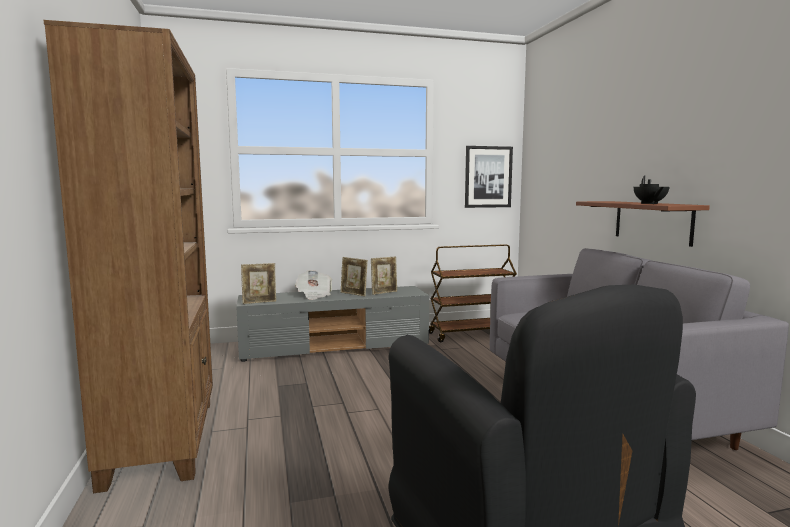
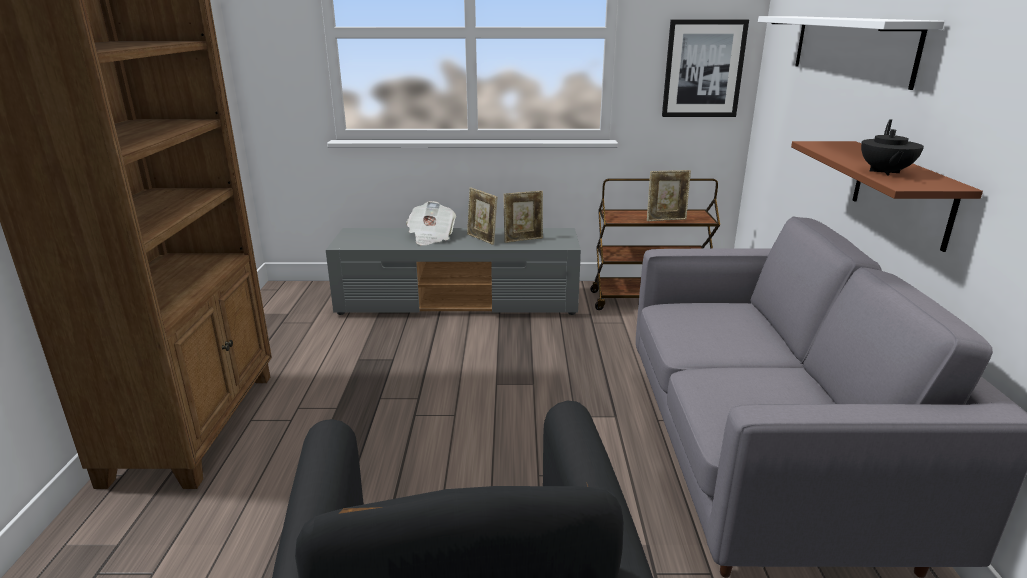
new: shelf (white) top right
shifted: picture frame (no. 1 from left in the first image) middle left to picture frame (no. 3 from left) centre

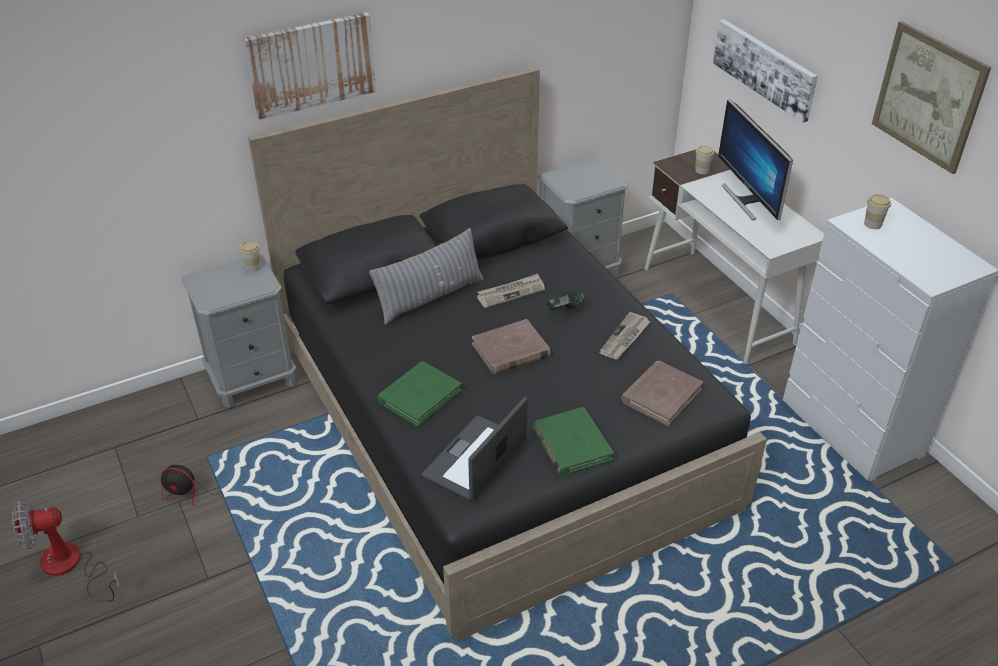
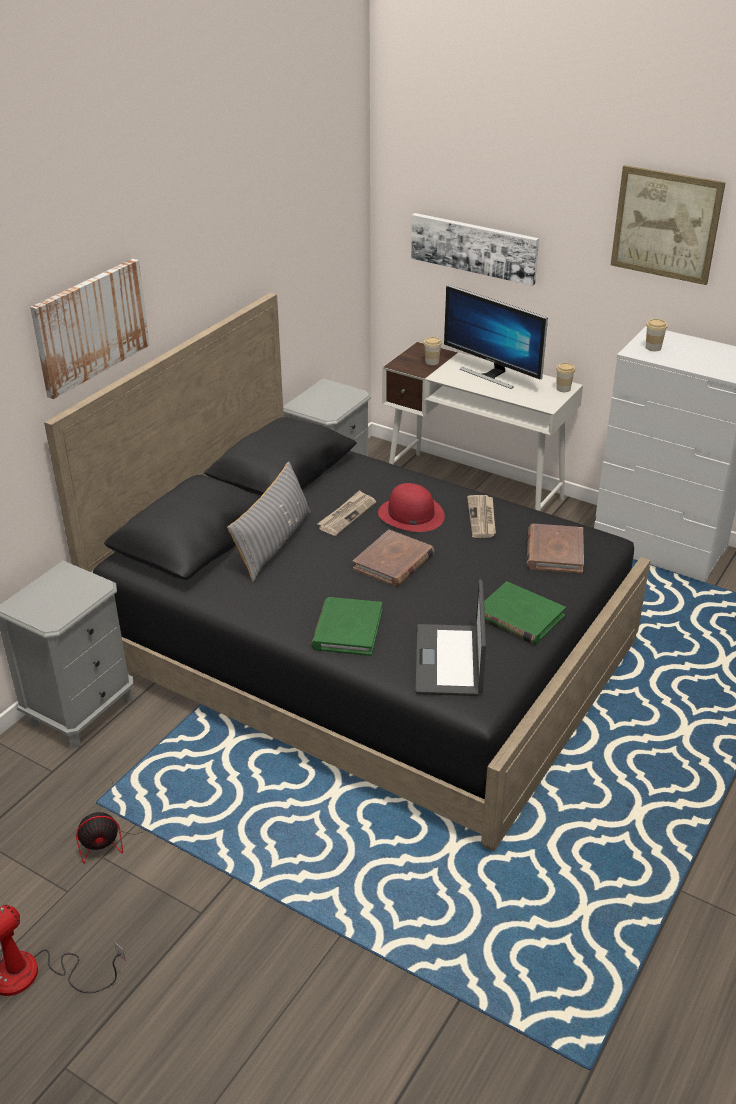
shifted: cup (no. 1 from left in the first image) middle left to cup (no. 2 from left) middle right
swapped: headphones centre to hat (red) centre

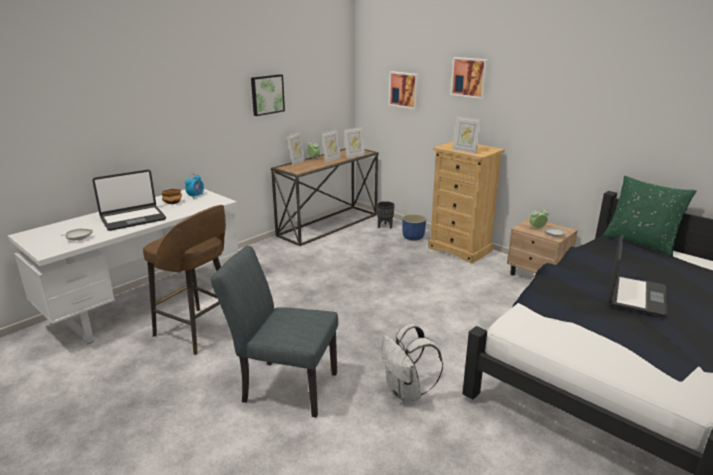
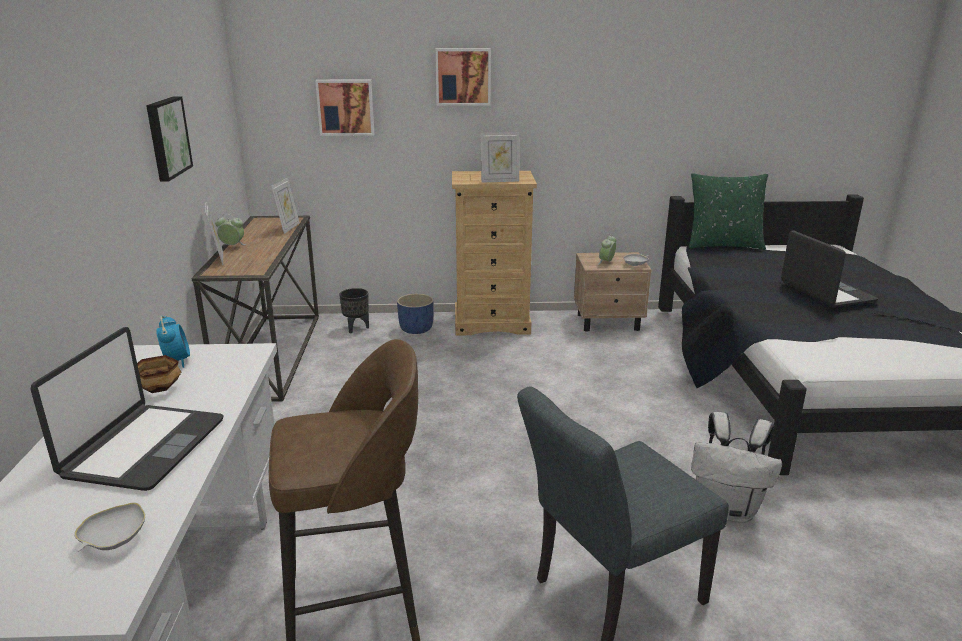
gone: picture frame (no. 2 from left) top centre

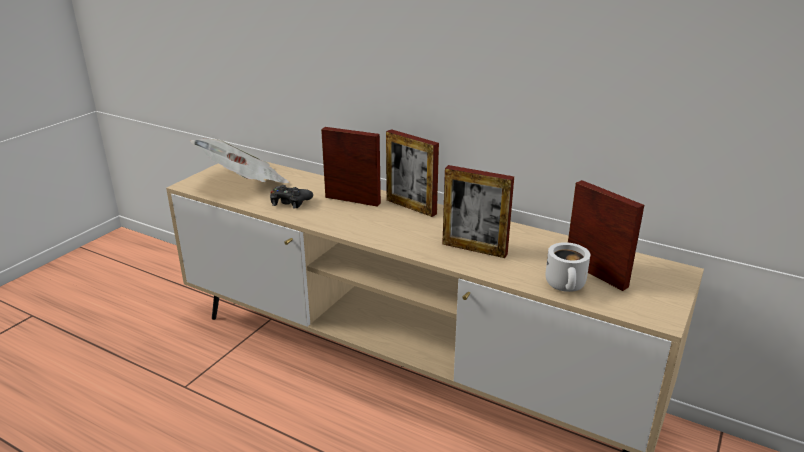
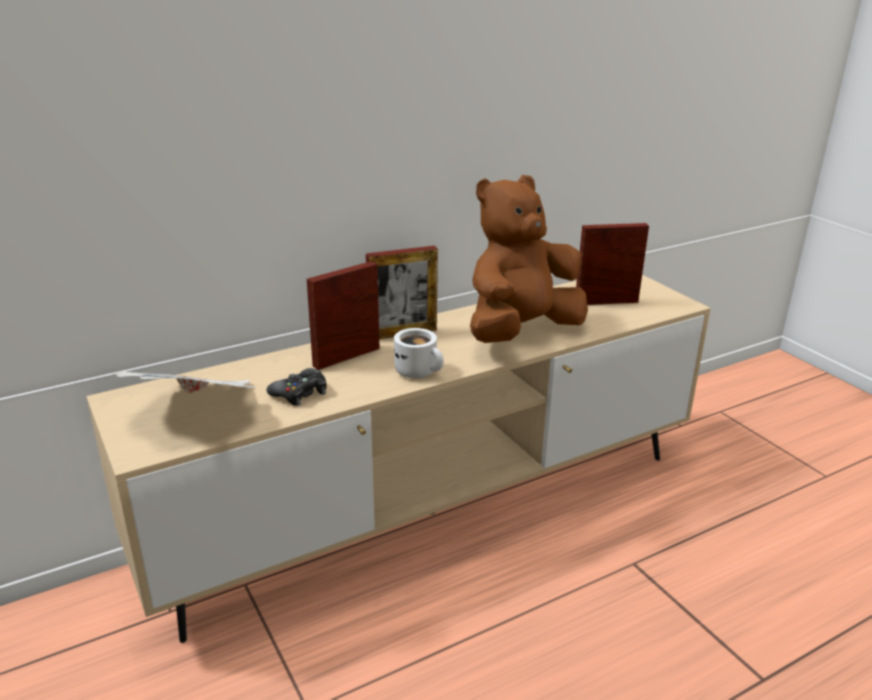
shifted: mug (white) middle right to centre
swapped: picture frame (no. 3 from left) centre to plush toy (brown) centre

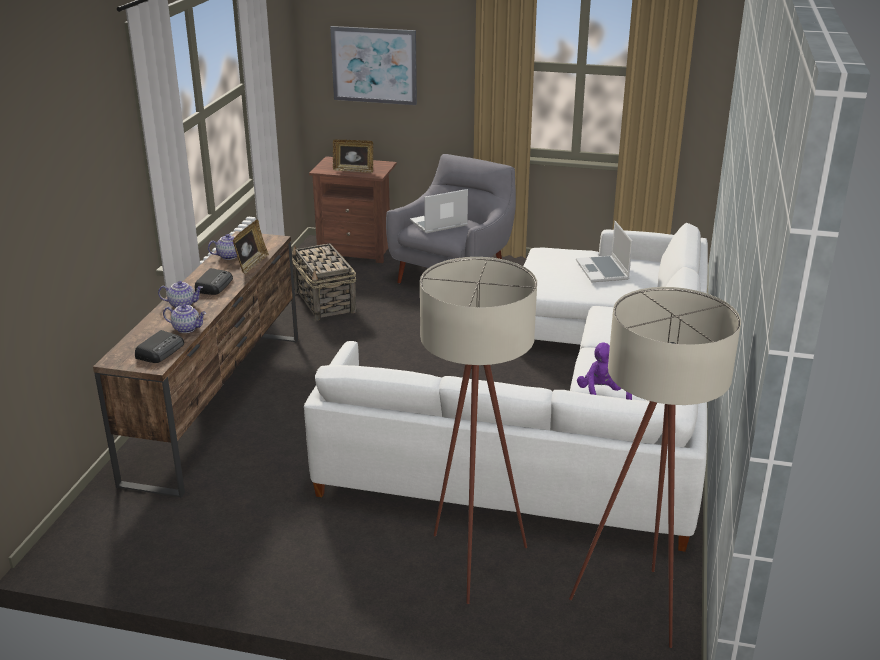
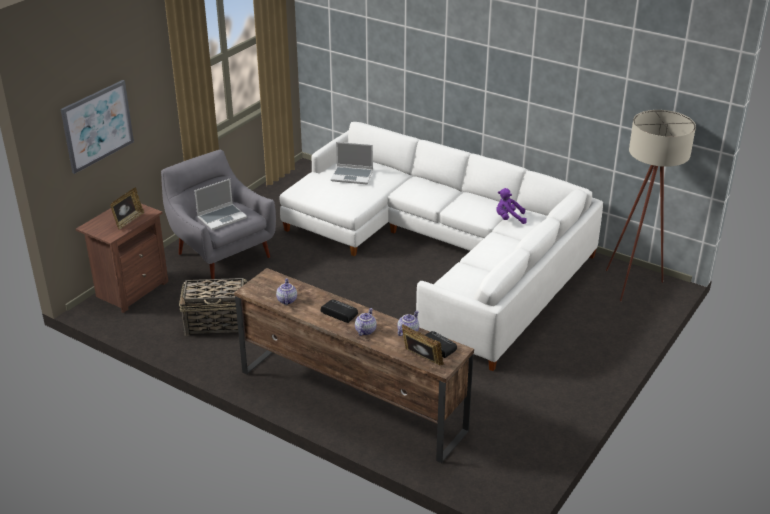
gone: floor lamp (beige) (no. 1 from left) centre
shifted: picture frame (no. 1 from left in the first image) middle left to picture frame (no. 2 from left) bottom centre
rotated: laptop (no. 1 from left) top centre = middle left 120 degrees counterclockwise

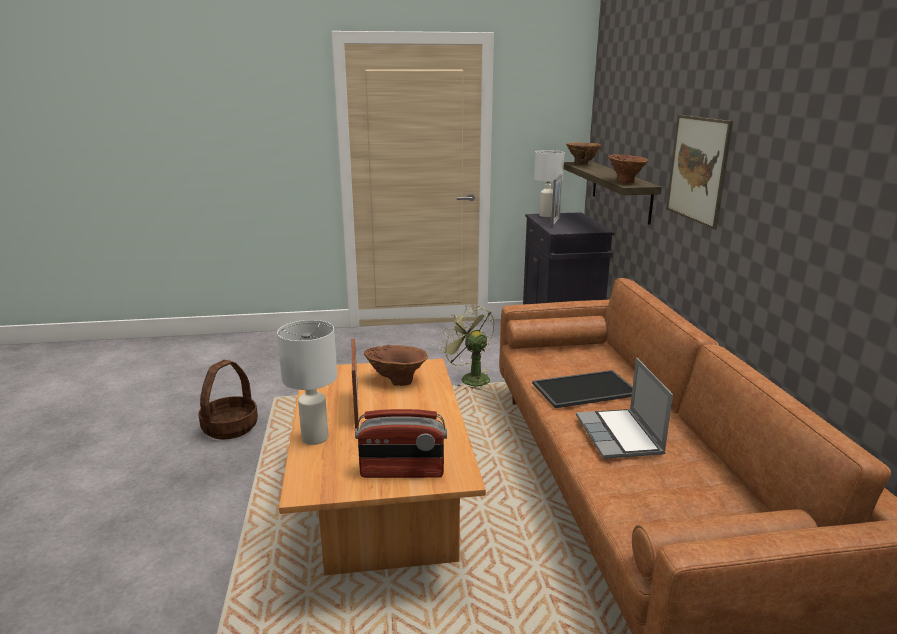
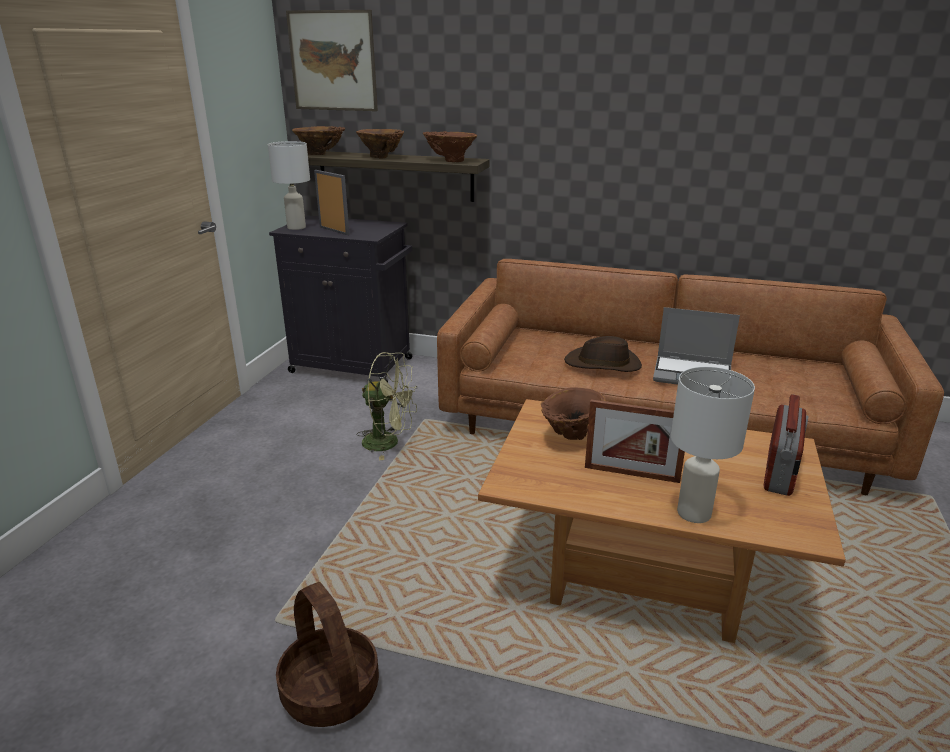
new: vase (brown) (no. 2 from left) top centre
shifted: picture top right to top centre
swapped: tray centre to hat (brown) centre
rotated: fan (green) centre = centre 150 degrees counterclockwise

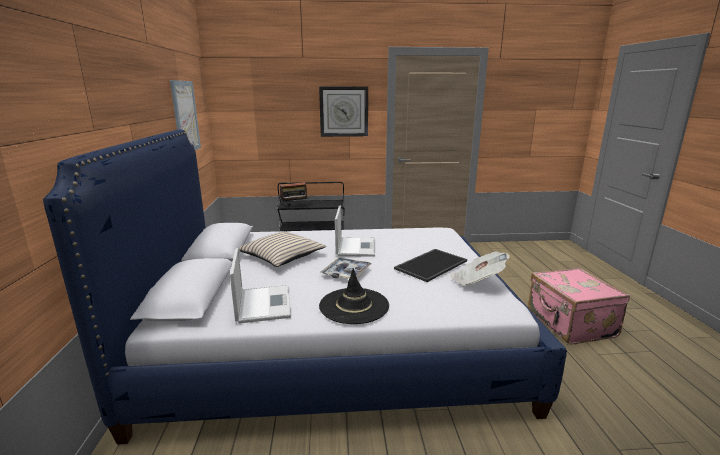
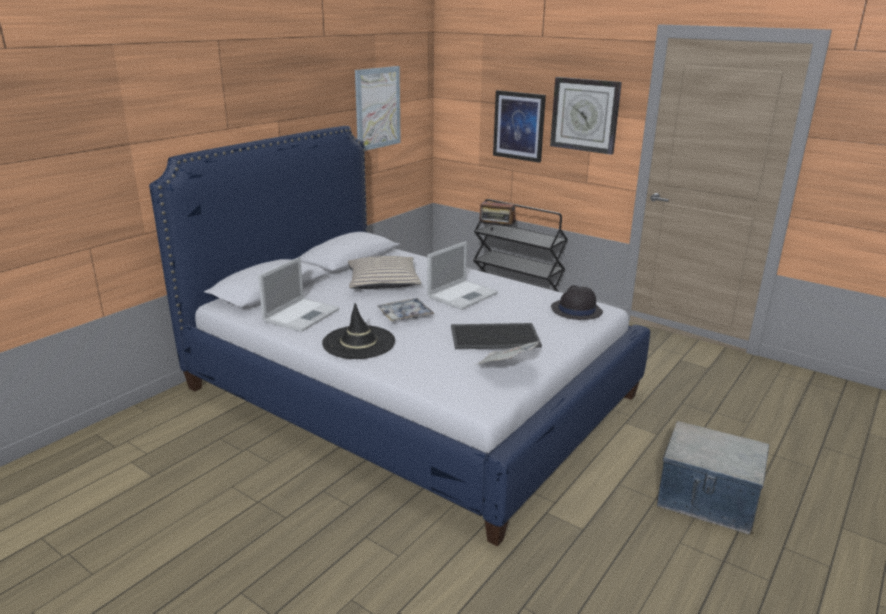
new: picture (no. 2 from left) top centre; hat (black) (no. 2 from left) centre
swapped: suitcase (pink) bottom right to storage box bottom right

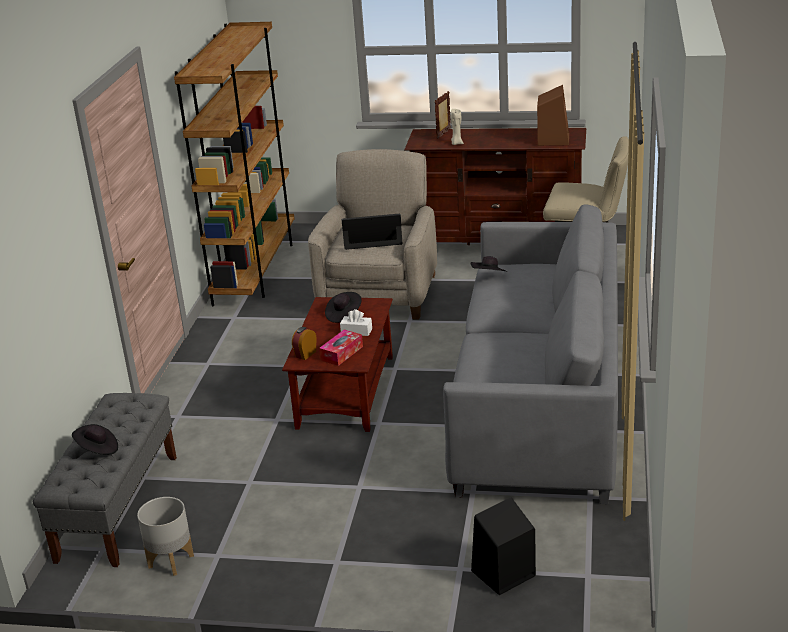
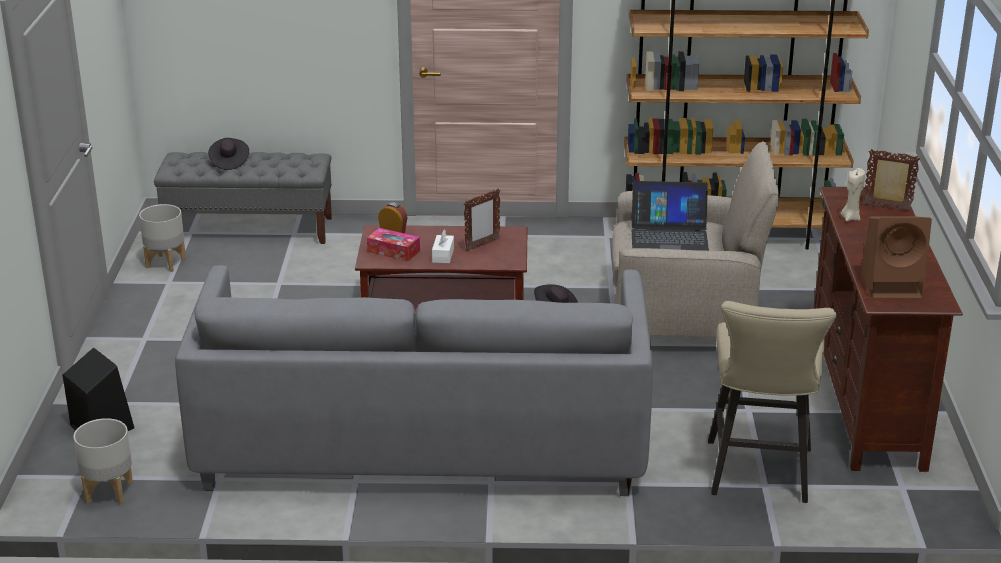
new: planter (grey) (no. 1 from left) bottom left
swapped: hat (black) (no. 2 from left) centre to picture frame (no. 1 from left) centre
rotated: laptop centre = middle right 105 degrees clockwise

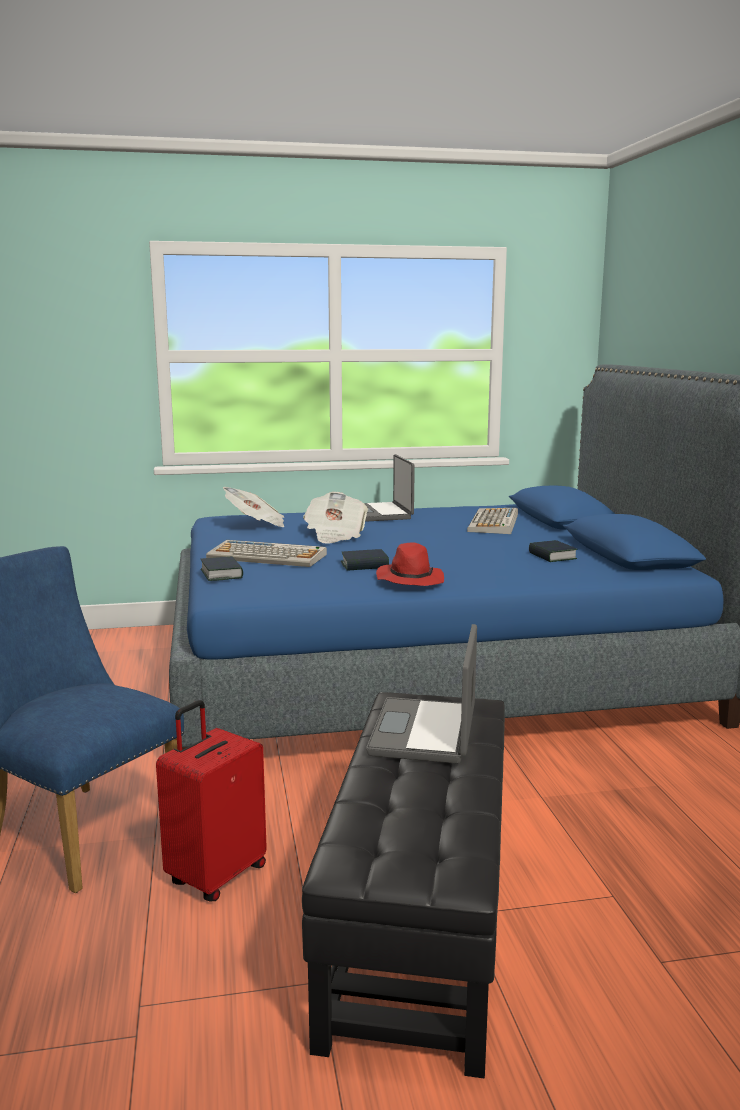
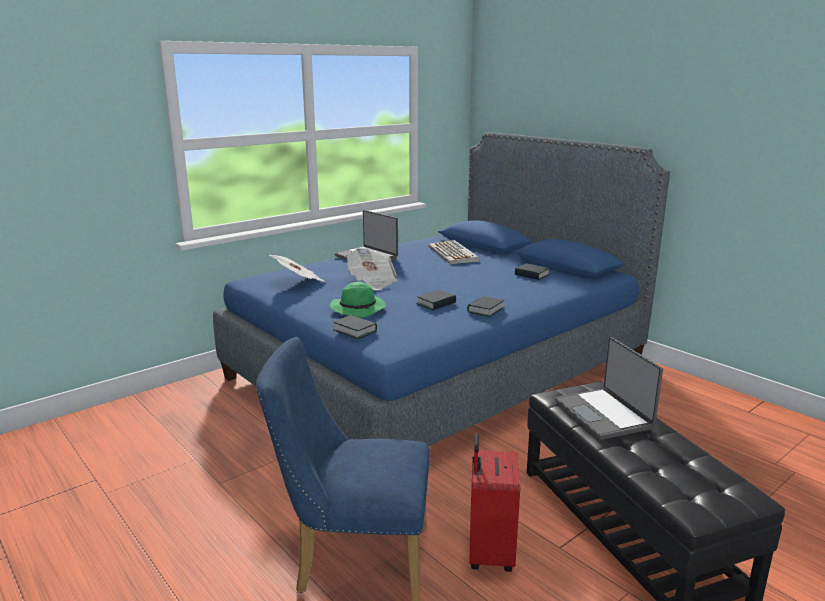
swapped: keyboard (no. 1 from left) centre to hat (green) centre; hat (red) centre to book (no. 3 from left) centre

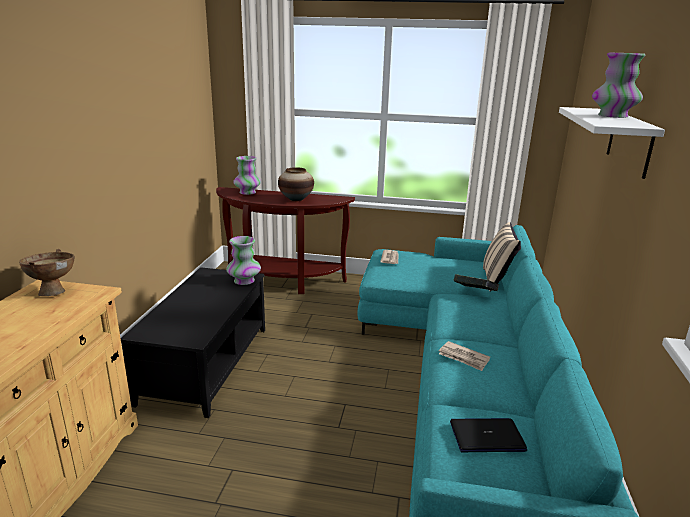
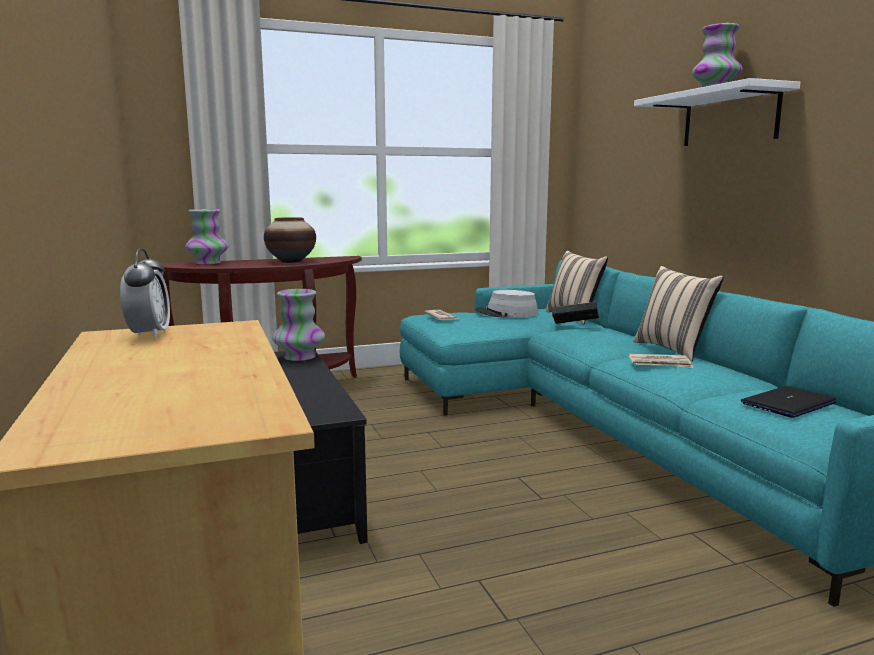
new: pillow (beige) (no. 2 from left) middle right; hat (grey) centre
swapped: bowl (brown) middle left to alarm clock middle left

